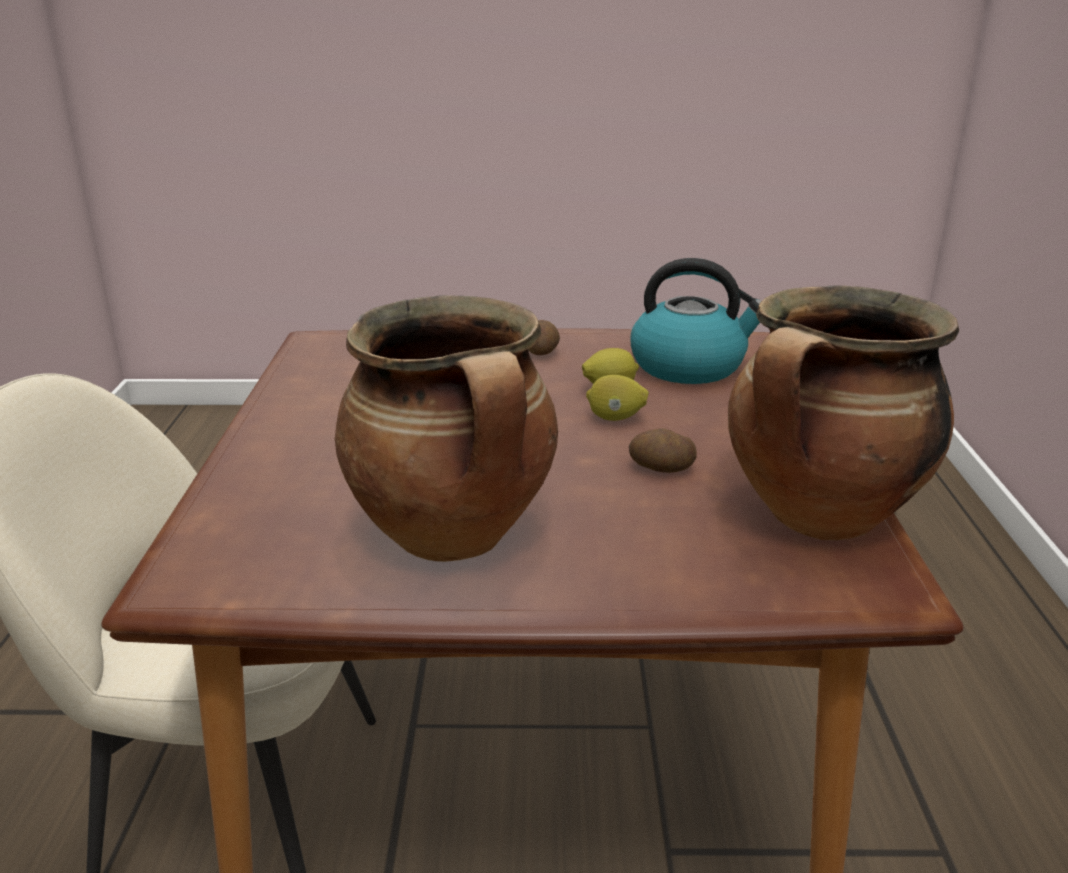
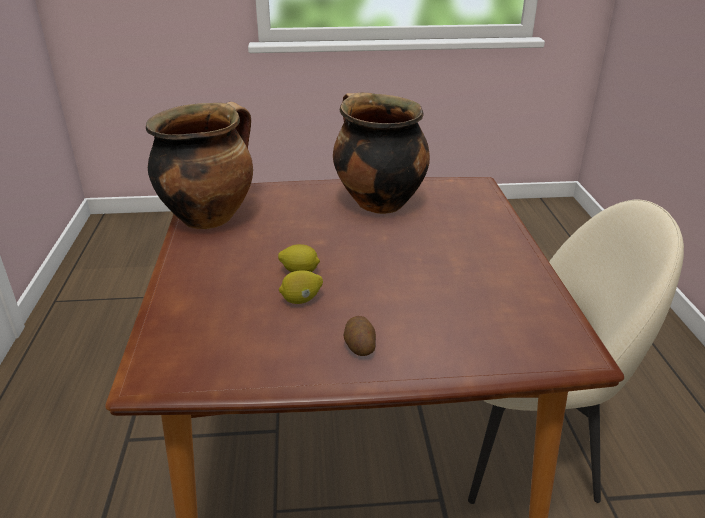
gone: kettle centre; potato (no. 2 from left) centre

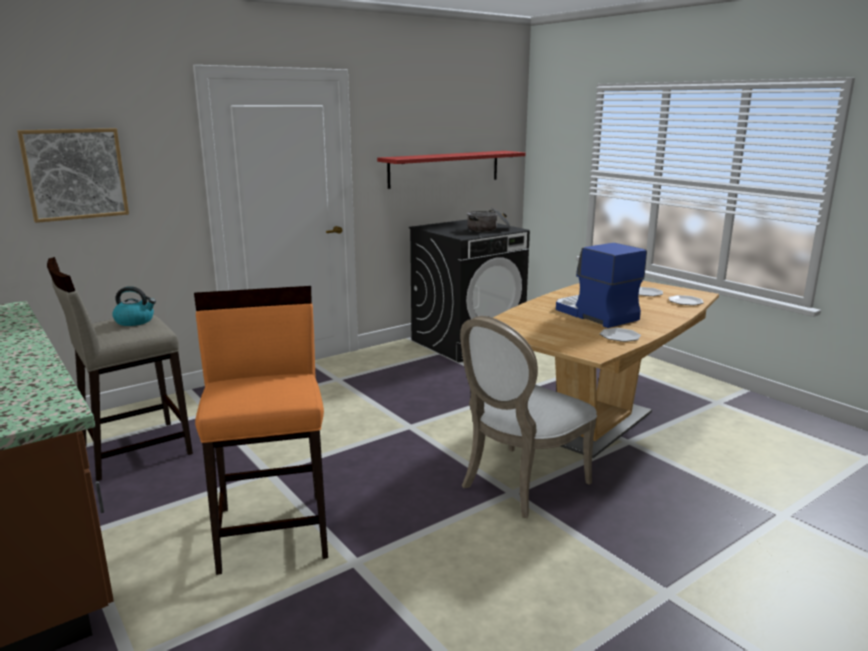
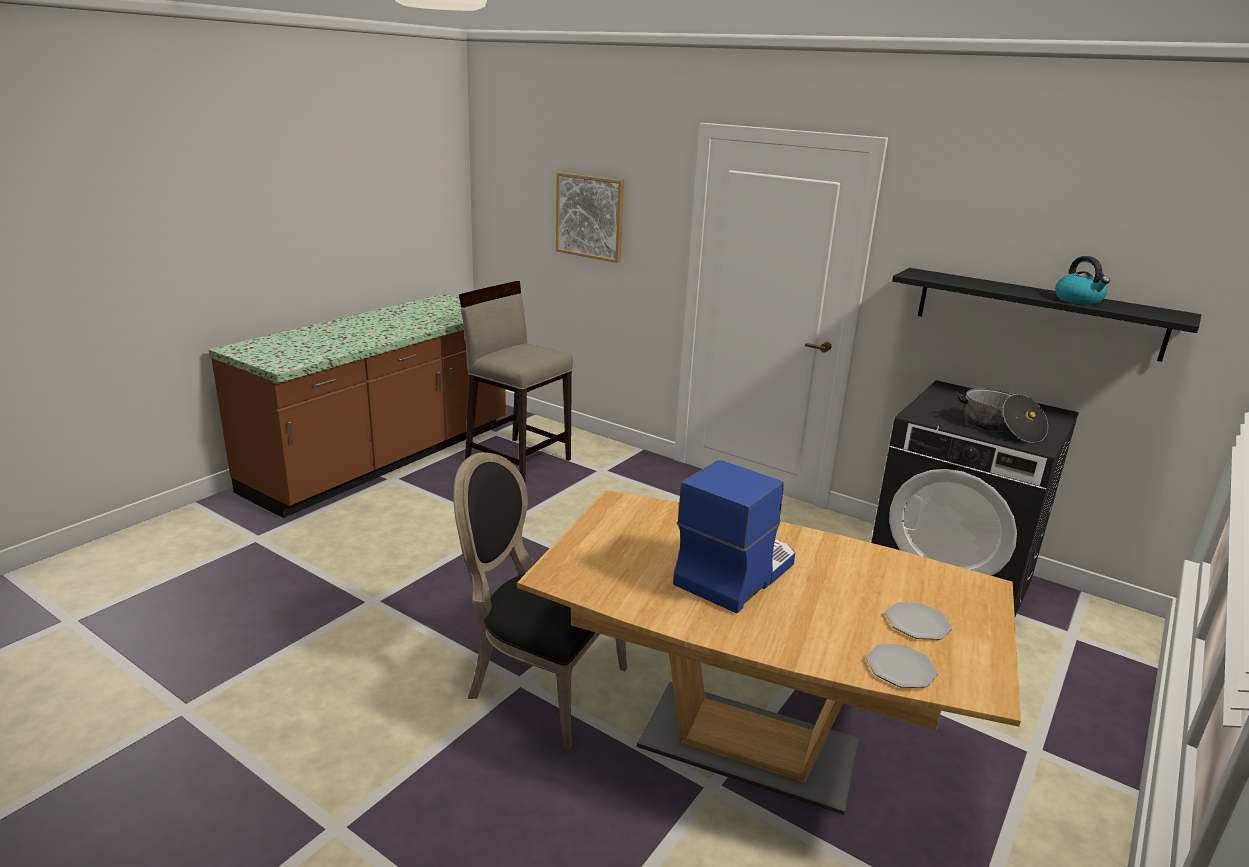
gone: stool (orange) middle left; plate (no. 1 from left) middle right
shifted: kettle middle left to top right
repainted: shelf (red) top centre to shelf (black) middle right; chair (white) centre to chair (black) bottom centre

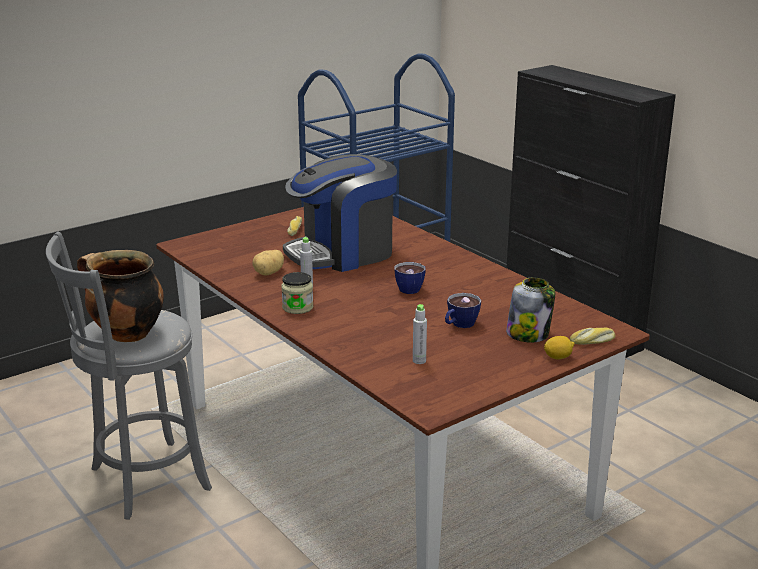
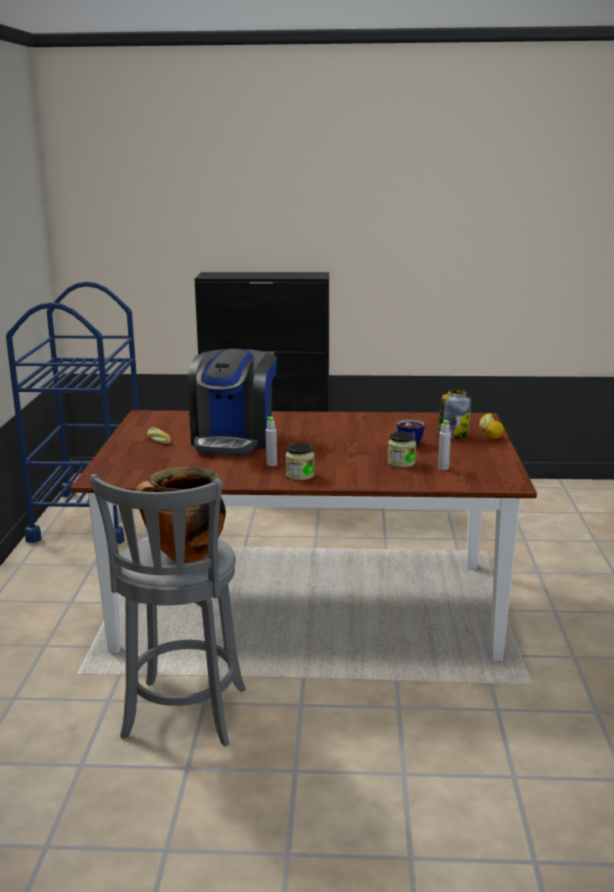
gone: potato centre; cup (no. 1 from left) centre
new: jar (no. 2 from left) centre

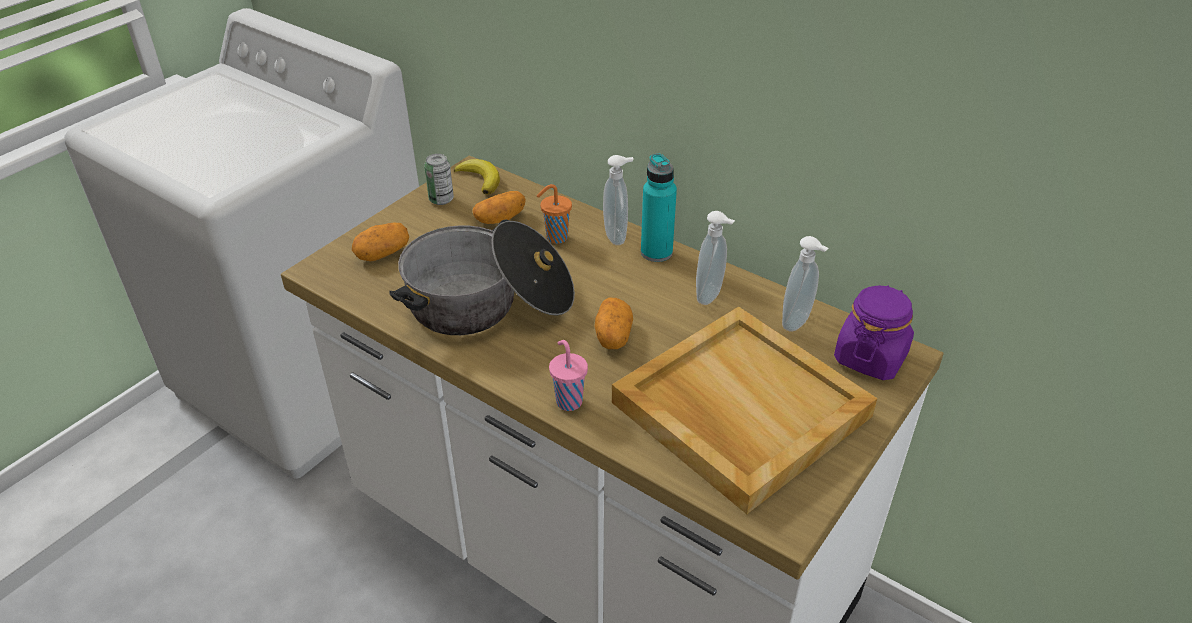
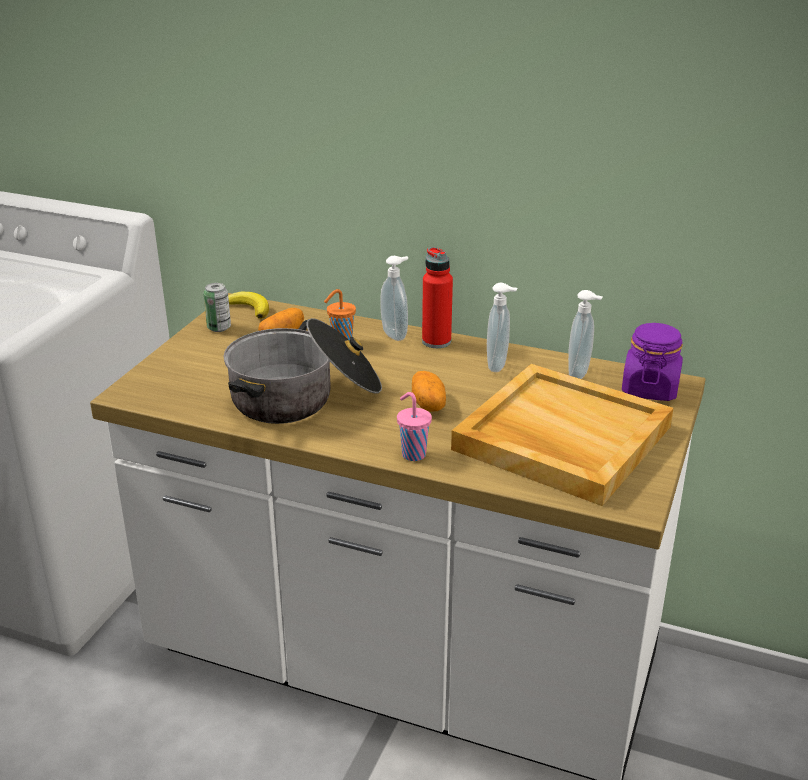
gone: potato (no. 1 from left) middle left
repainted: bottle (turquoise) top centre to bottle (red) centre

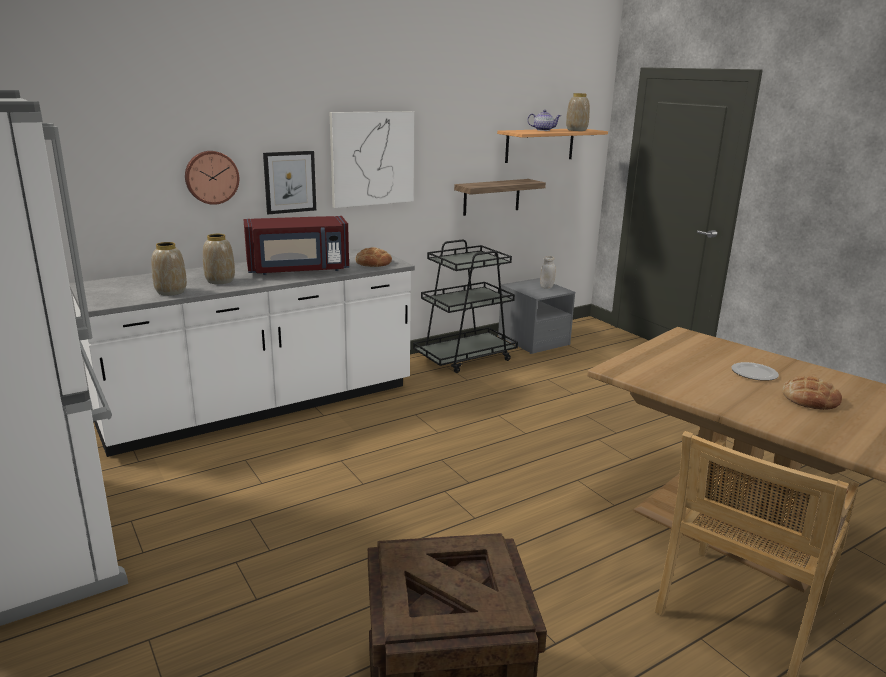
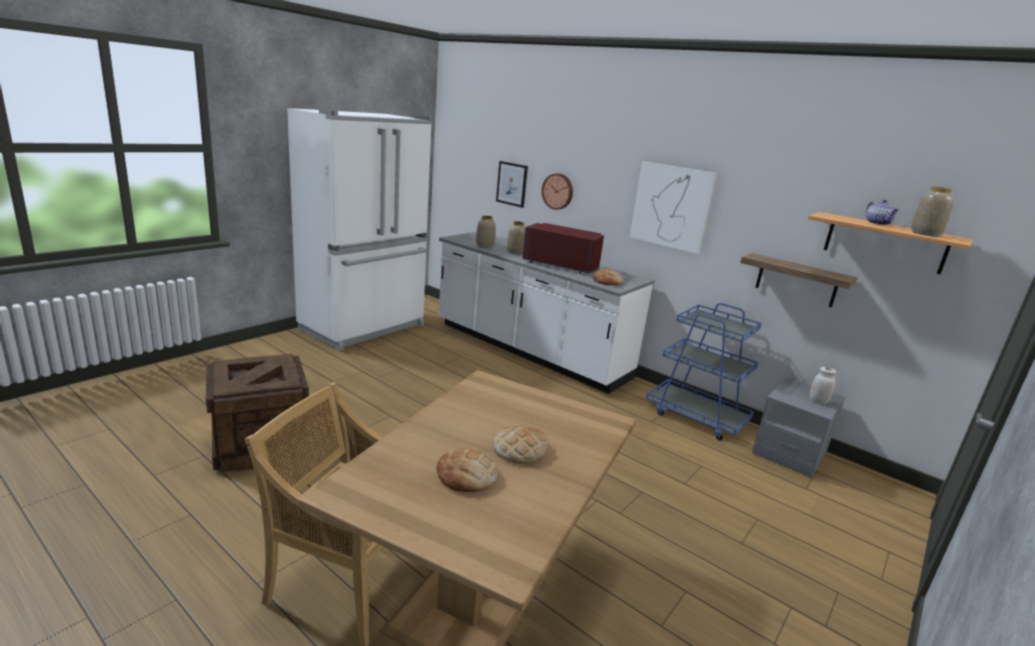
shifted: picture (no. 1 from left) top left to top centre
swapped: plate middle right to bread (no. 2 from left) bottom centre
repainted: cart (black) centre to cart (blue) middle right
rotated: microwave (red) centre = centre 150 degrees clockwise

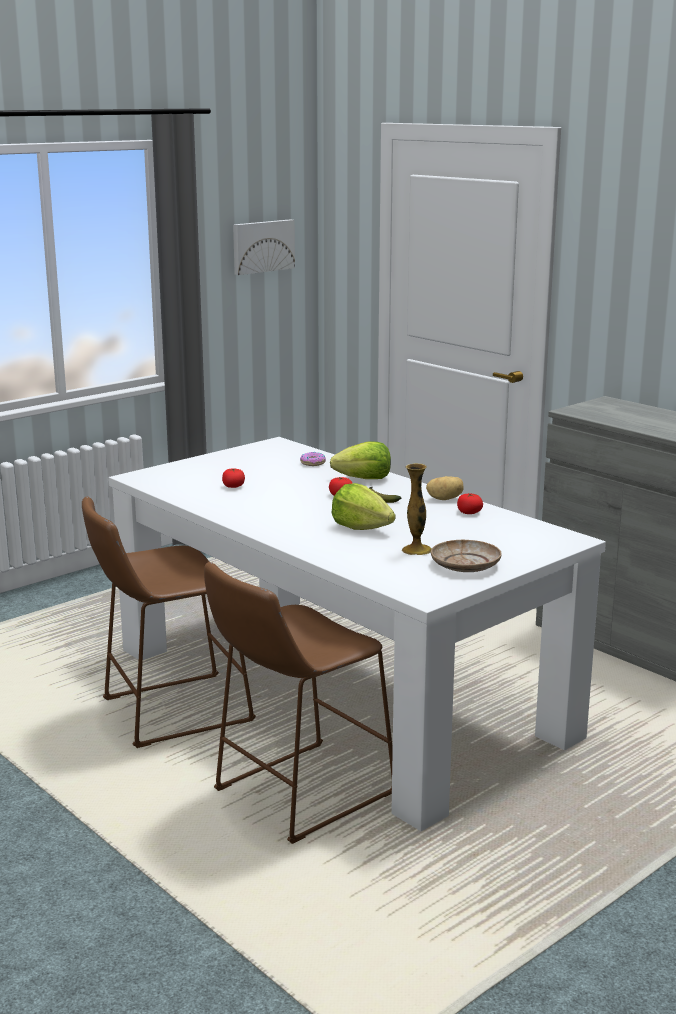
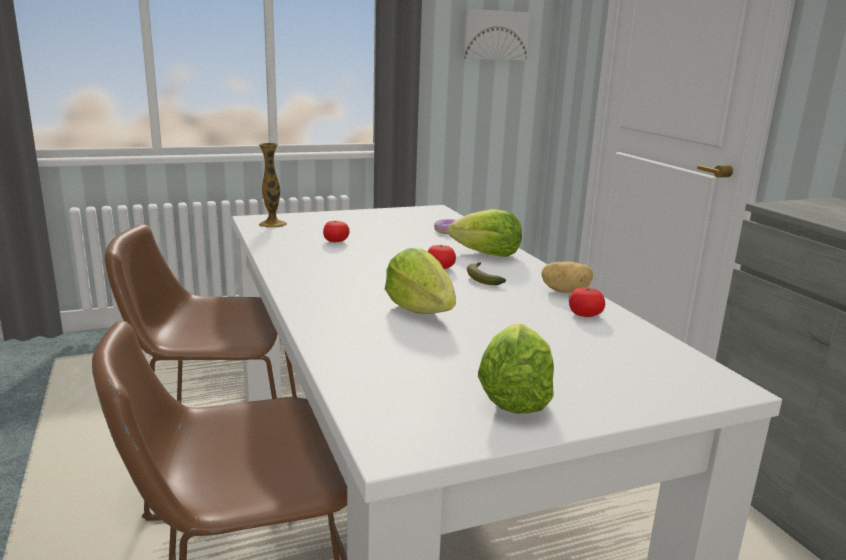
shifted: vase centre to top left
swapped: plate (beige) middle right to lettuce (no. 3 from left) centre

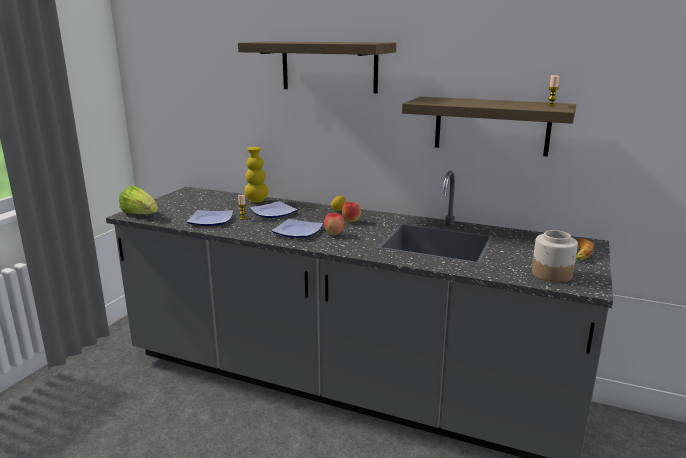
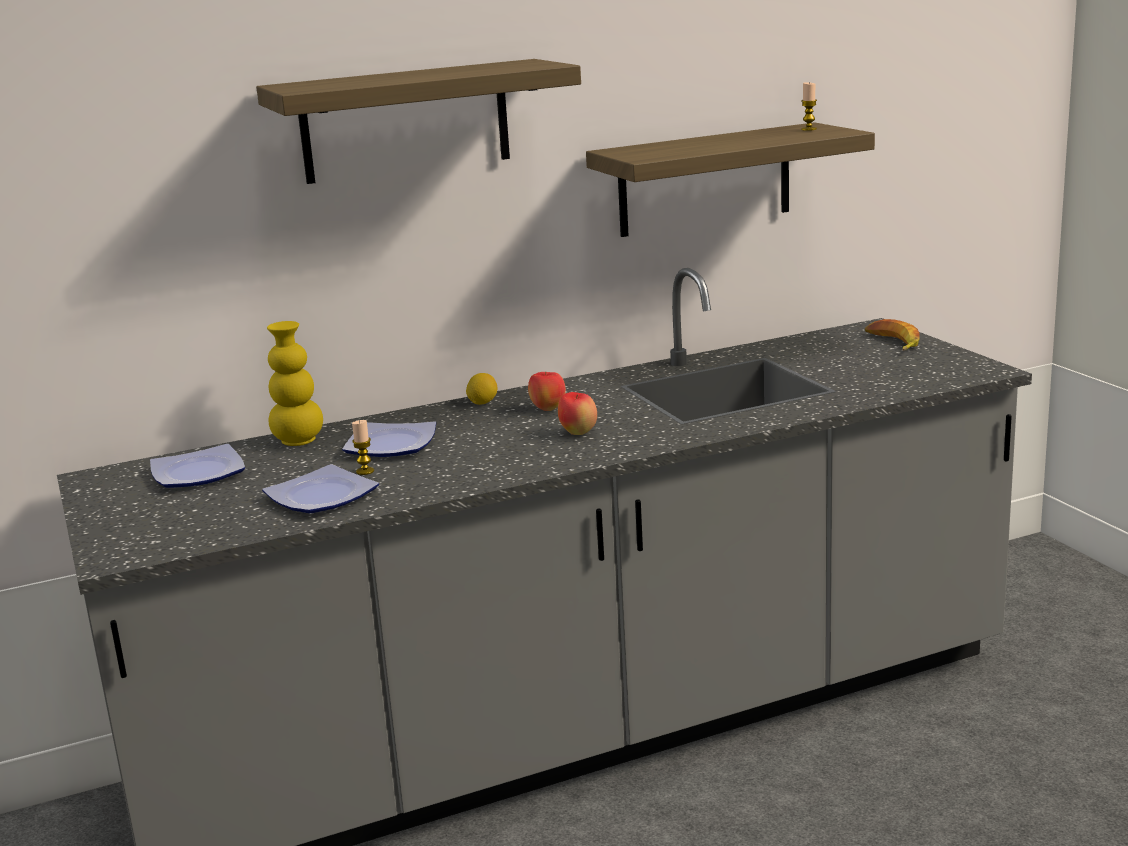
gone: lettuce middle left; jar middle right
shifted: plate (no. 3 from left in the first image) centre to plate (no. 1 from left) middle left

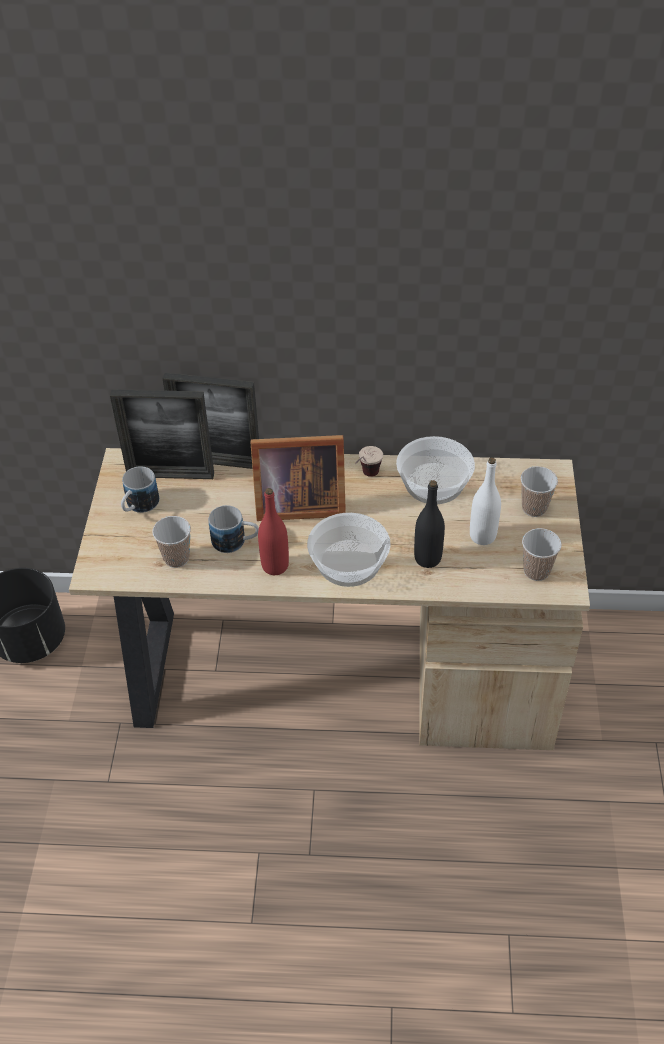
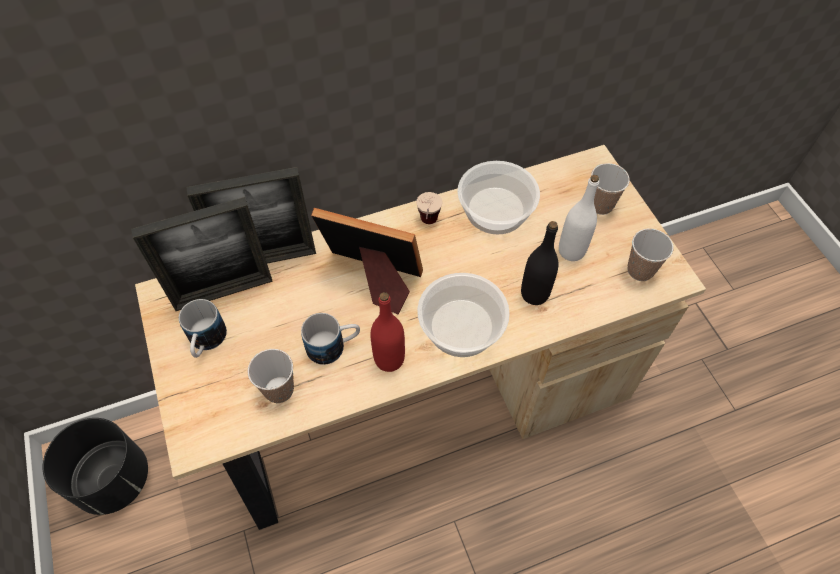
rotated: picture frame (no. 3 from left) centre = centre 135 degrees counterclockwise

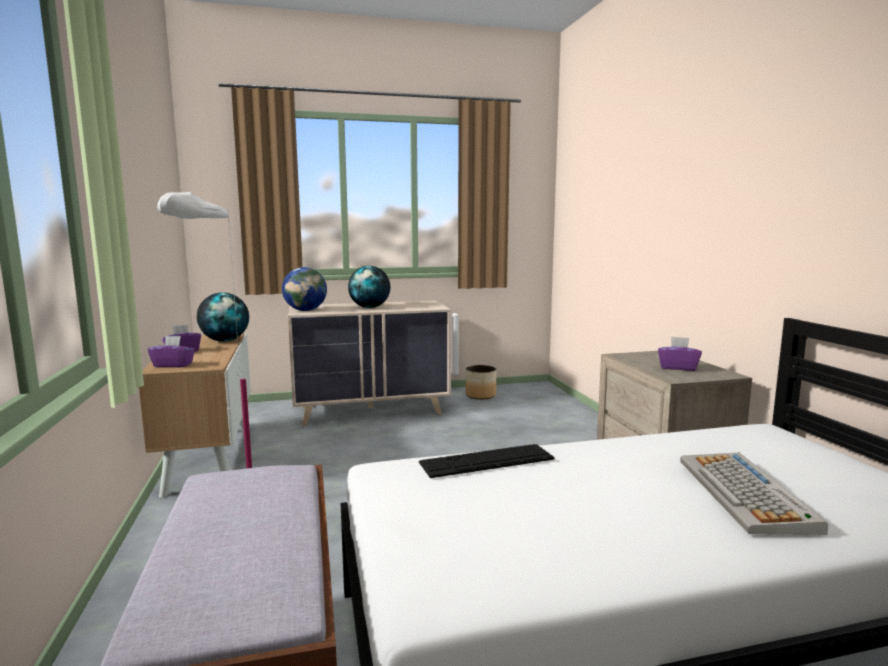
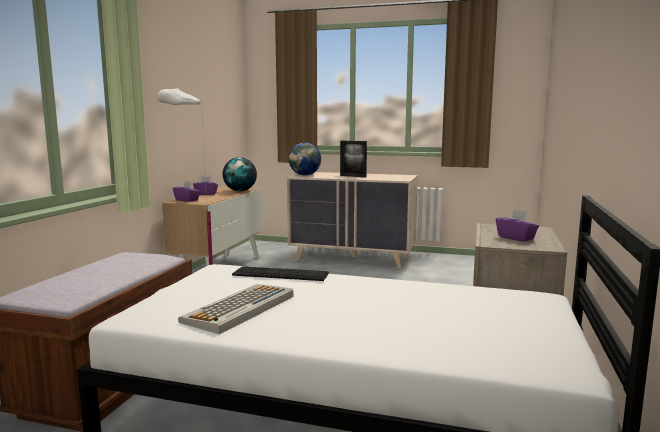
gone: planter centre
shifted: keyboard (no. 2 from left in the first image) bottom right to keyboard (no. 1 from left) bottom centre
swapped: globe (no. 3 from left) centre to picture frame centre

